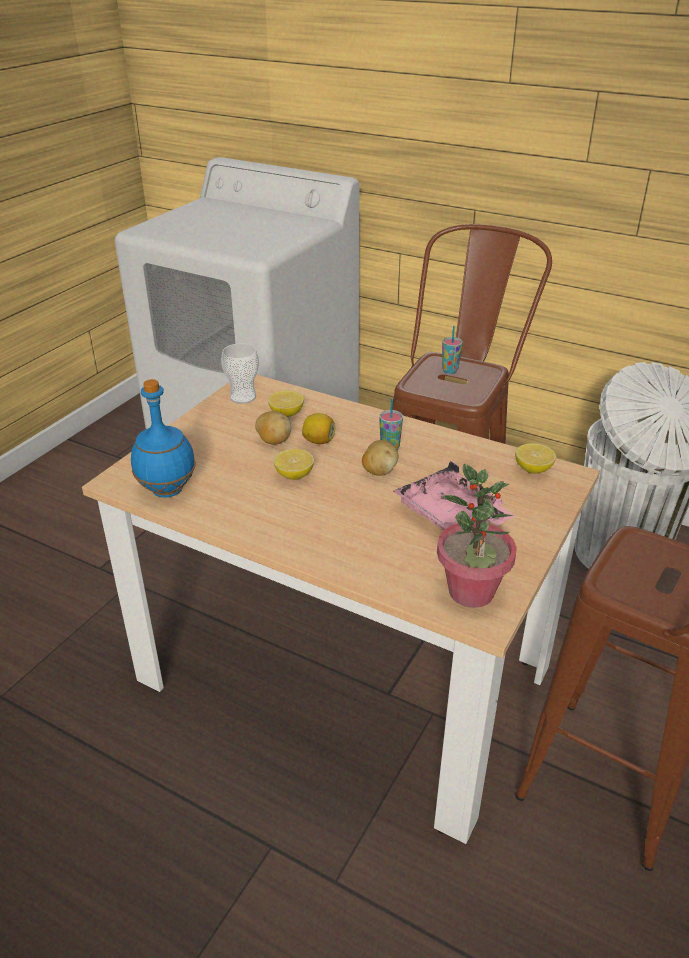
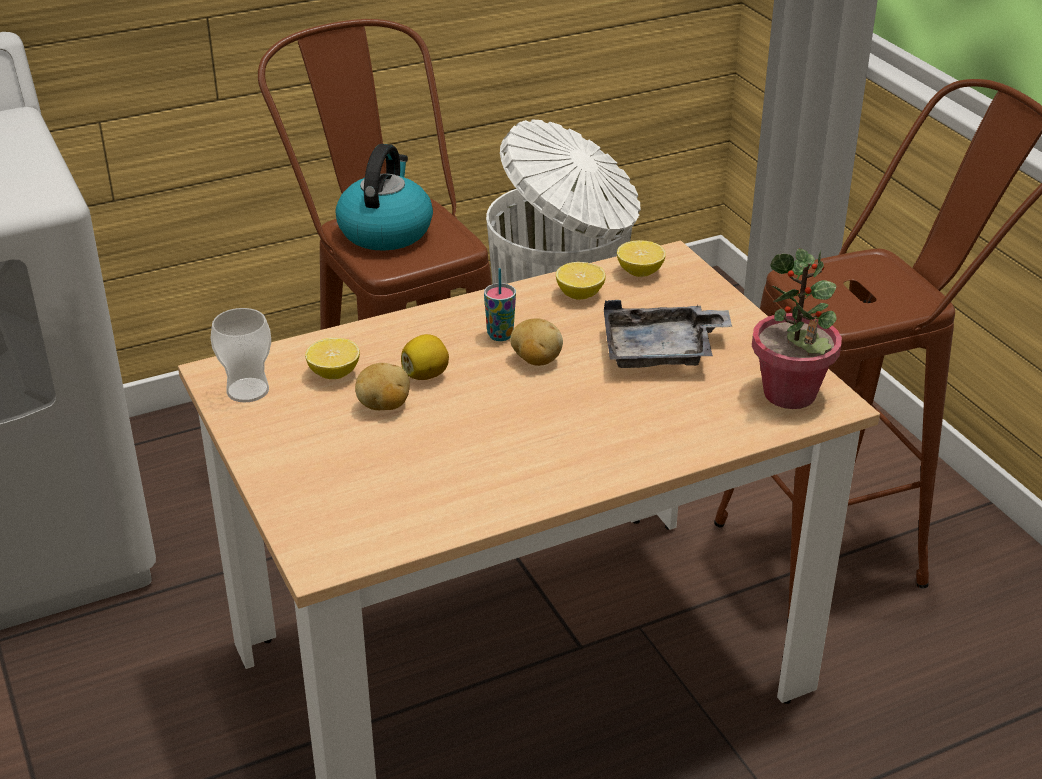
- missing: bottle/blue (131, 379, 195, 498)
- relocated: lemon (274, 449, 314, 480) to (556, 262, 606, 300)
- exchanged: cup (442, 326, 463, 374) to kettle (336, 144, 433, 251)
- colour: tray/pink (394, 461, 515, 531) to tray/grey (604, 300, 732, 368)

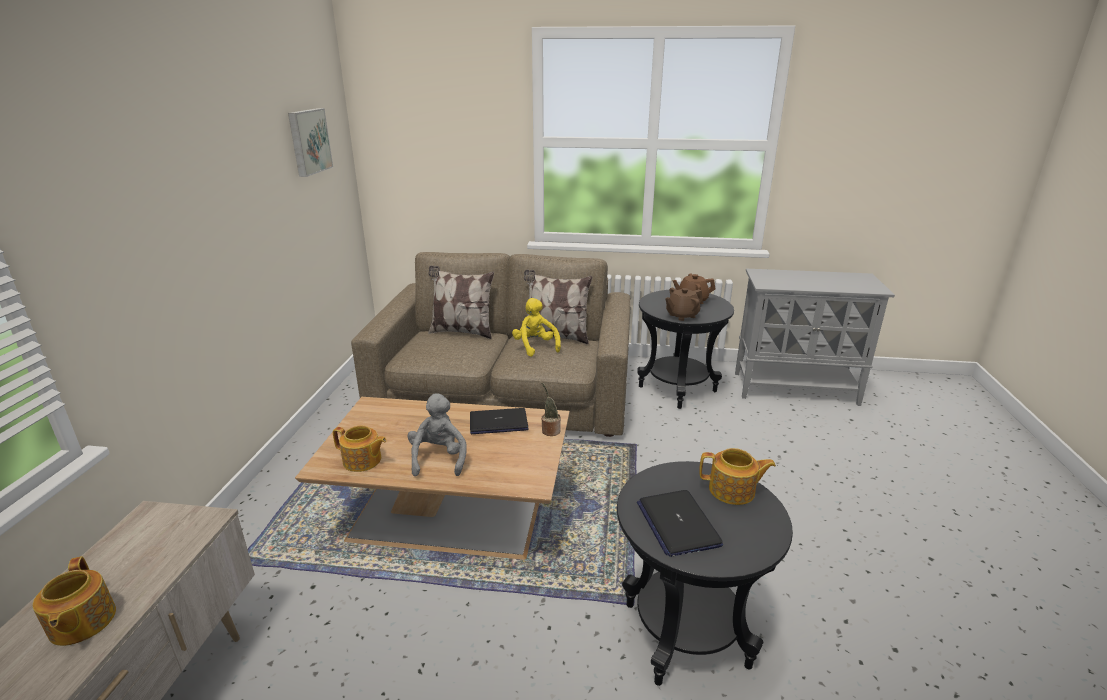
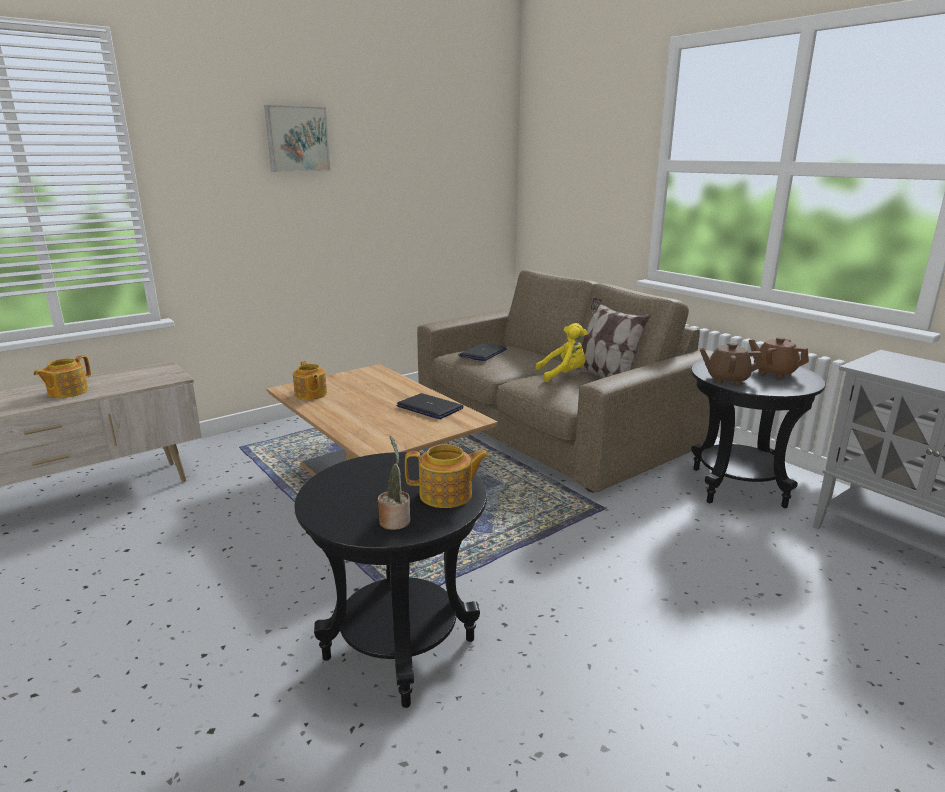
- missing: plush toy/grey (408, 393, 467, 476)
- missing: pillow (428, 266, 494, 339)
- relocated: picture (288, 108, 333, 177) to (264, 105, 330, 172)
- relocated: potted plant (541, 382, 561, 436) to (378, 435, 410, 530)
- relocated: laptop (637, 490, 723, 557) to (458, 343, 507, 361)
- spun: plush toy/yellow (512, 298, 561, 357) = (535, 323, 588, 382) 60 degrees clockwise
- spun: teapot (699, 448, 776, 505) = (405, 444, 489, 508) 60 degrees counterclockwise

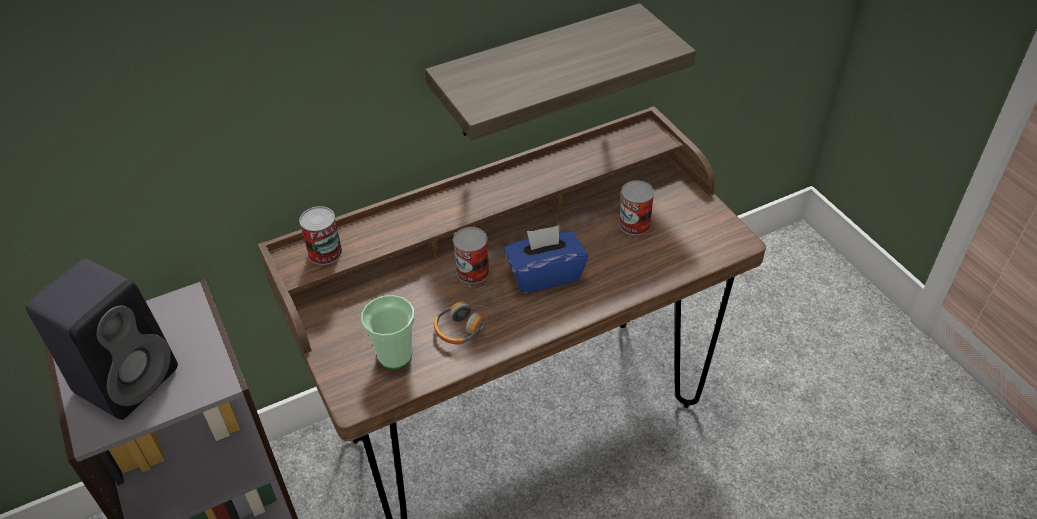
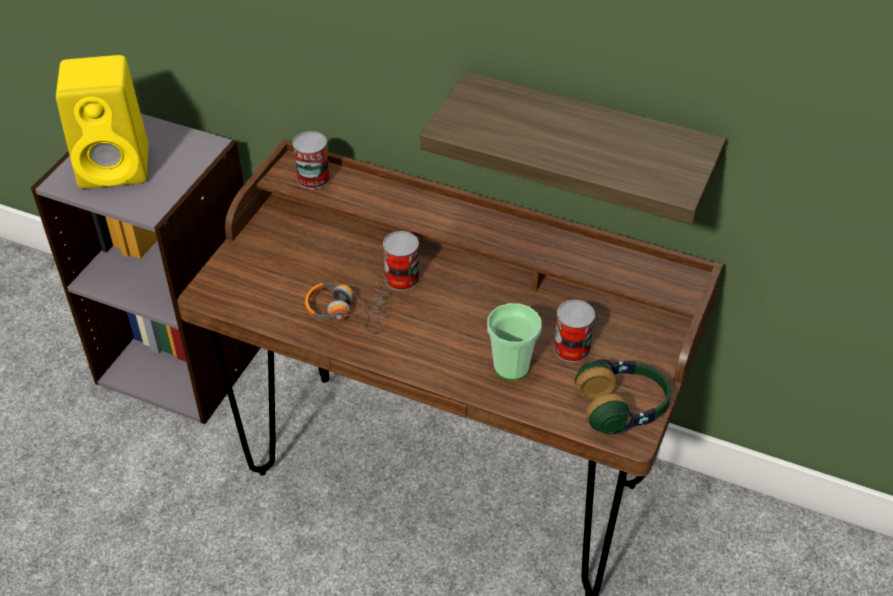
- missing: tissue box/blue (504, 225, 588, 293)
- appeared: headphones (575, 359, 671, 434)
- relocated: cup (361, 295, 415, 369) to (487, 303, 542, 380)
- colour: speaker/black (26, 258, 178, 420) to speaker/yellow (56, 55, 148, 189)

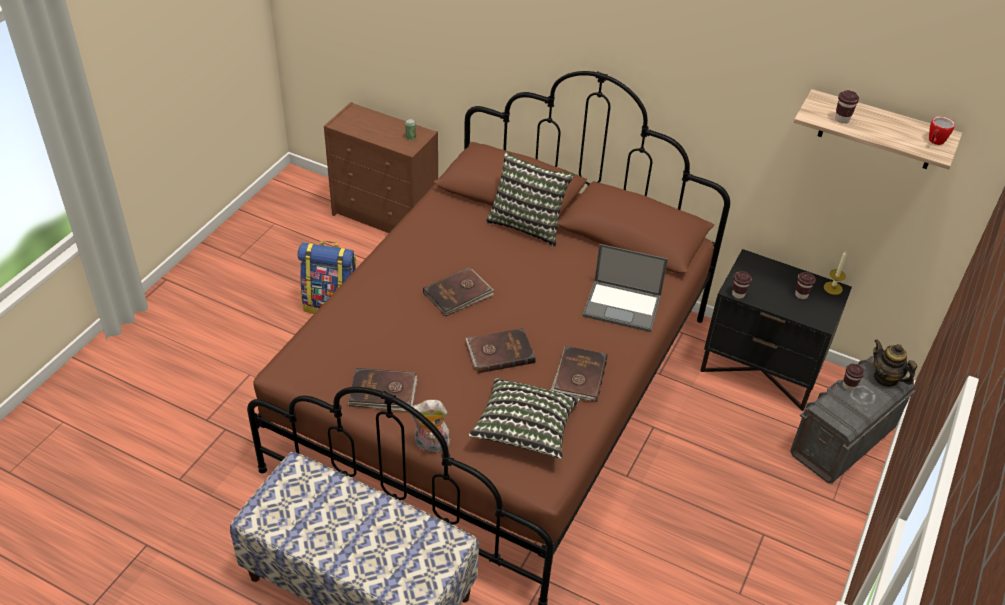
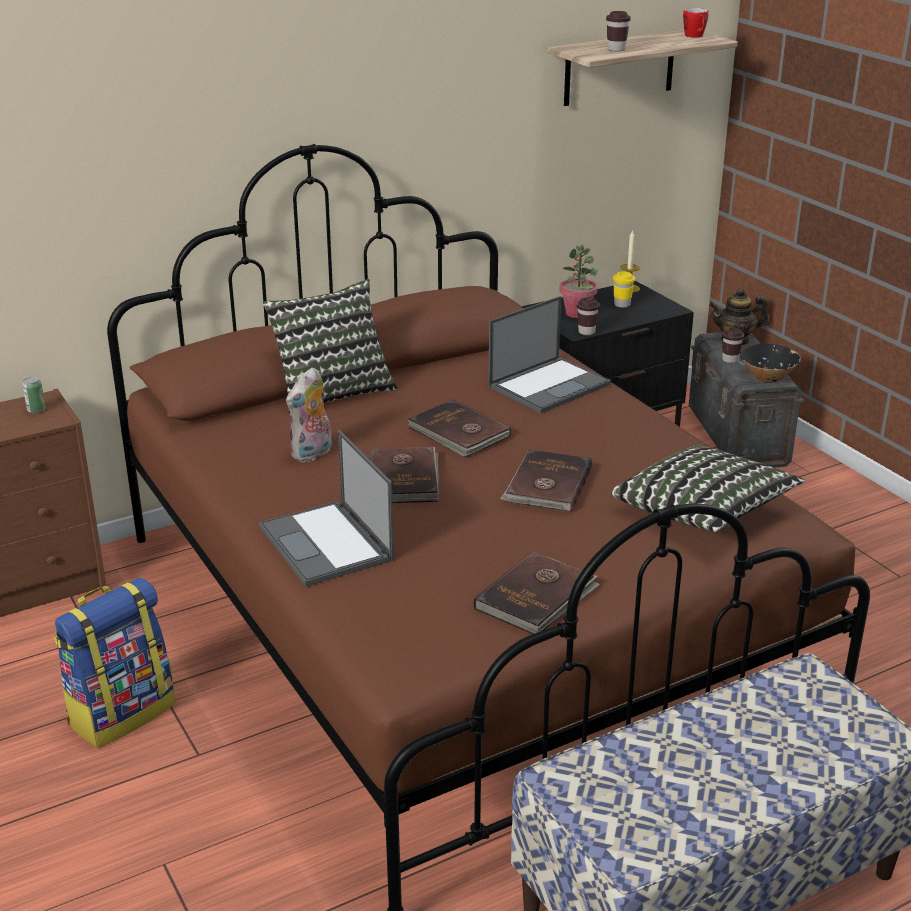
- appeared: laptop (259, 430, 394, 586)
- appeared: potted plant (559, 245, 599, 318)
- appeared: bowl/black (740, 344, 801, 383)
- relocated: plush toy (409, 400, 451, 452) to (286, 367, 332, 462)
- relocated: book/brown (551, 346, 607, 402) to (407, 400, 511, 457)
- colour: cup/brown (795, 272, 816, 299) to cup/yellow (613, 272, 635, 308)

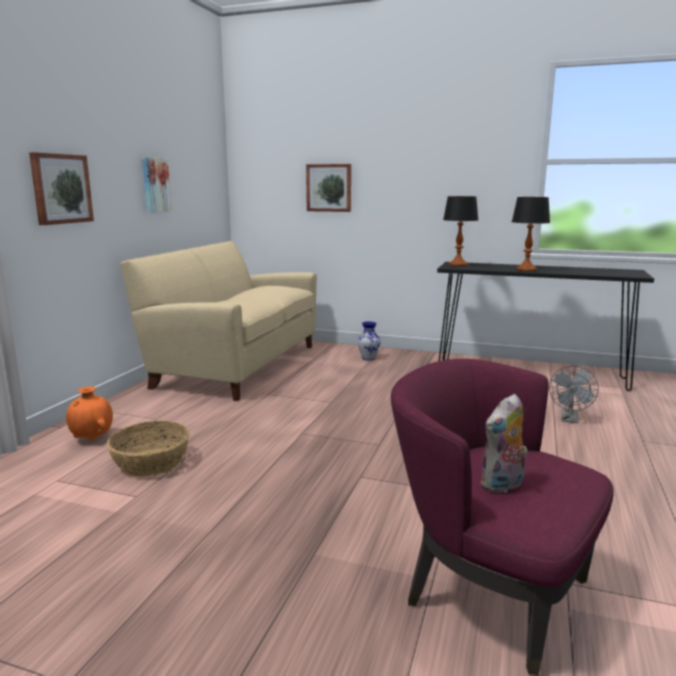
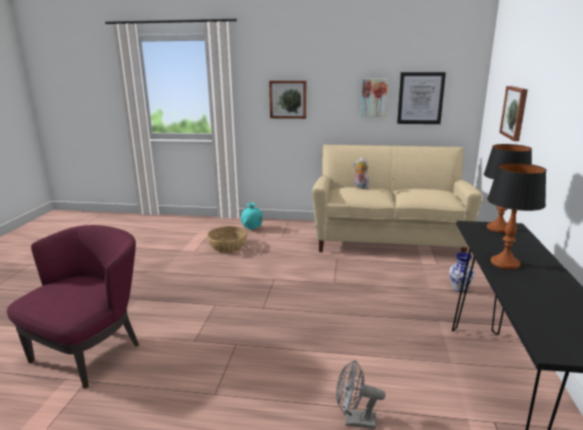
- appeared: picture (397, 72, 446, 124)
- relocated: plush toy (480, 394, 528, 494) to (354, 158, 371, 189)
- colour: vase/orange (66, 387, 113, 440) to vase/turquoise (241, 203, 263, 230)

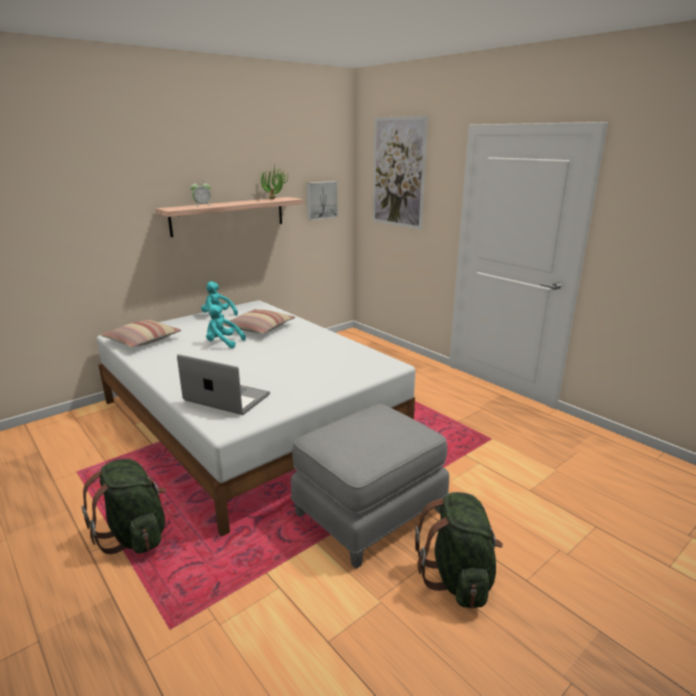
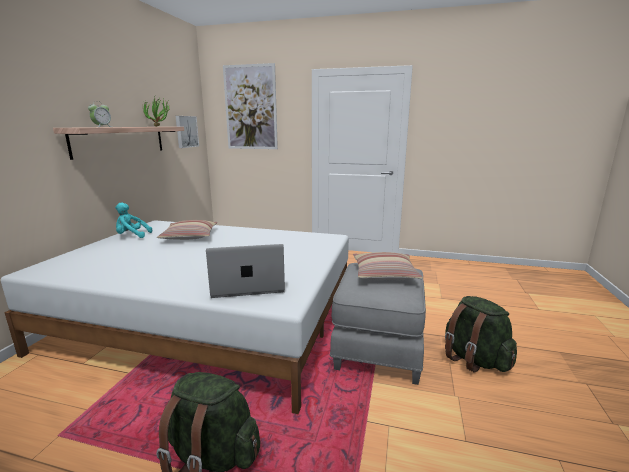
- missing: plush toy/turquoise (206, 304, 246, 348)
- relocated: pillow (100, 319, 182, 348) to (353, 252, 423, 280)

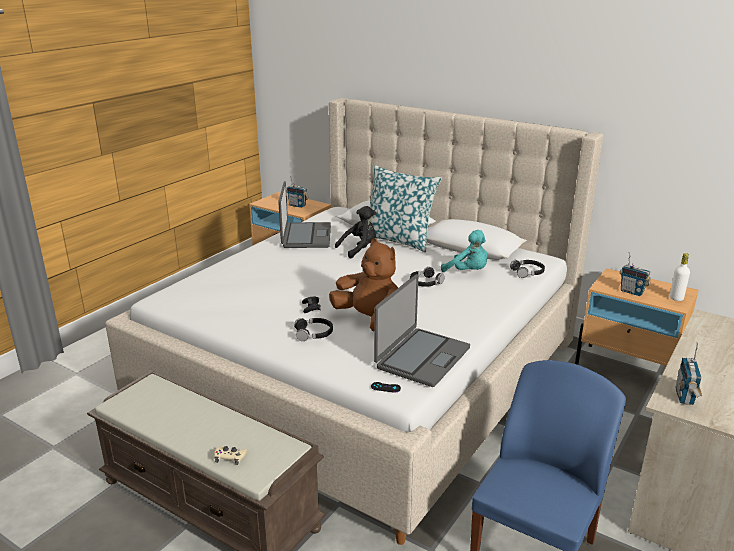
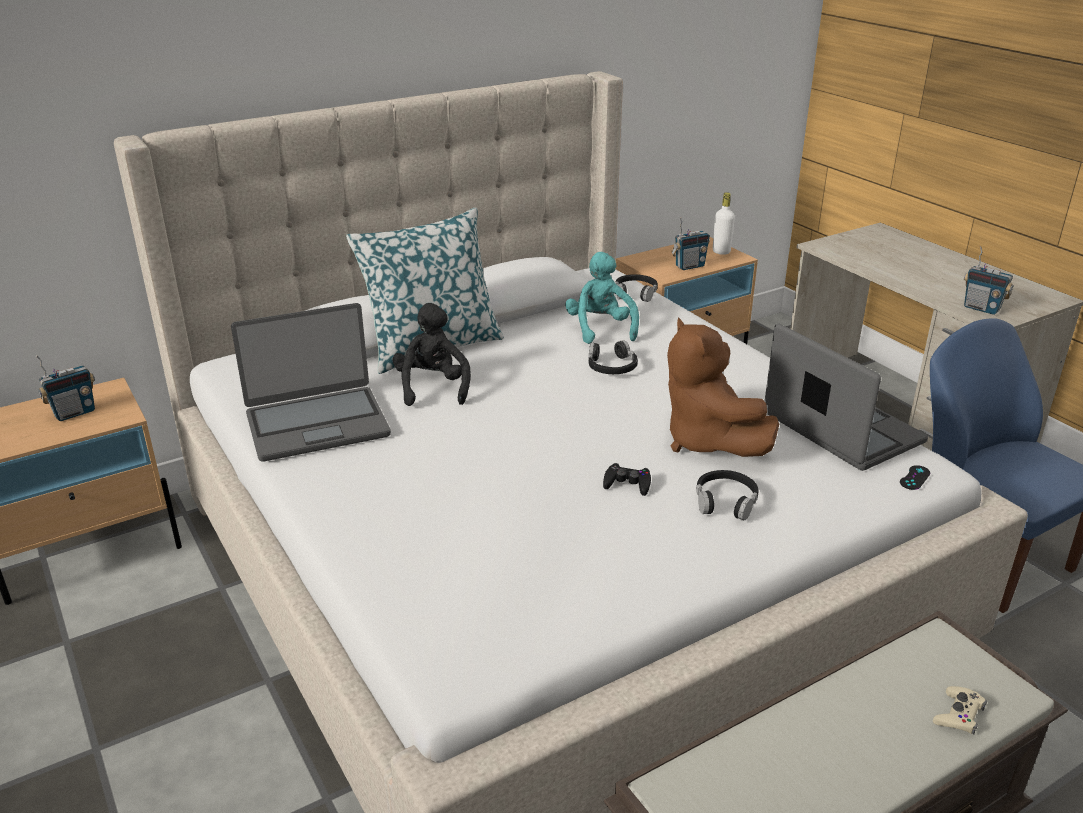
- spun: laptop (278, 181, 331, 248) = (231, 303, 391, 462) 135 degrees clockwise
- spun: plush toy/brown (329, 238, 398, 331) = (667, 317, 779, 457) 90 degrees counterclockwise
- spun: plush toy/turquoise (441, 230, 488, 272) = (565, 252, 639, 344) 75 degrees counterclockwise

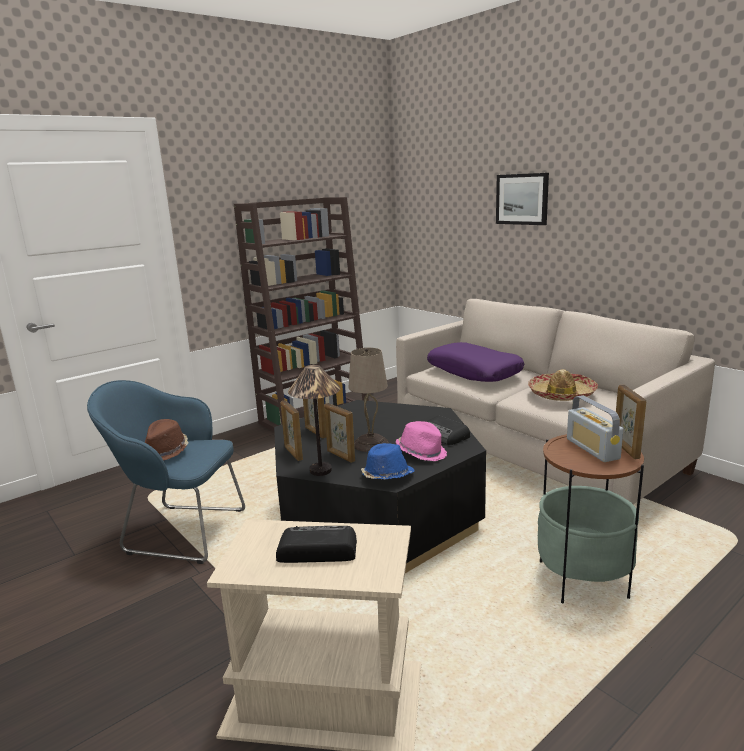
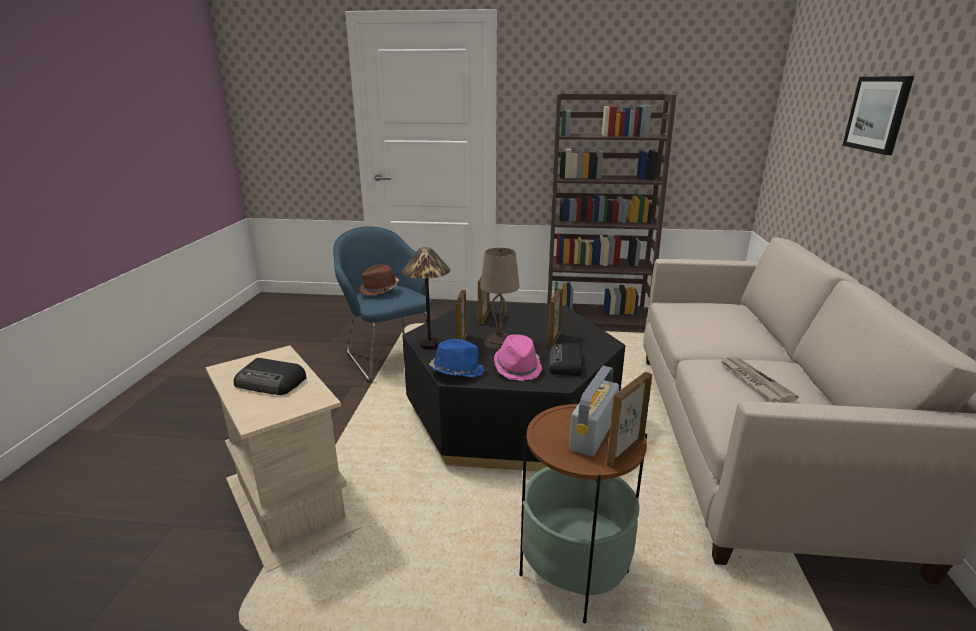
- missing: pillow/purple (427, 342, 524, 382)
- relocated: picture frame (280, 400, 303, 461) to (548, 289, 563, 347)
- exchanged: hat (528, 369, 598, 401) to newspaper (720, 357, 799, 403)
- spun: radio (276, 526, 357, 563) = (234, 358, 307, 395) 150 degrees clockwise

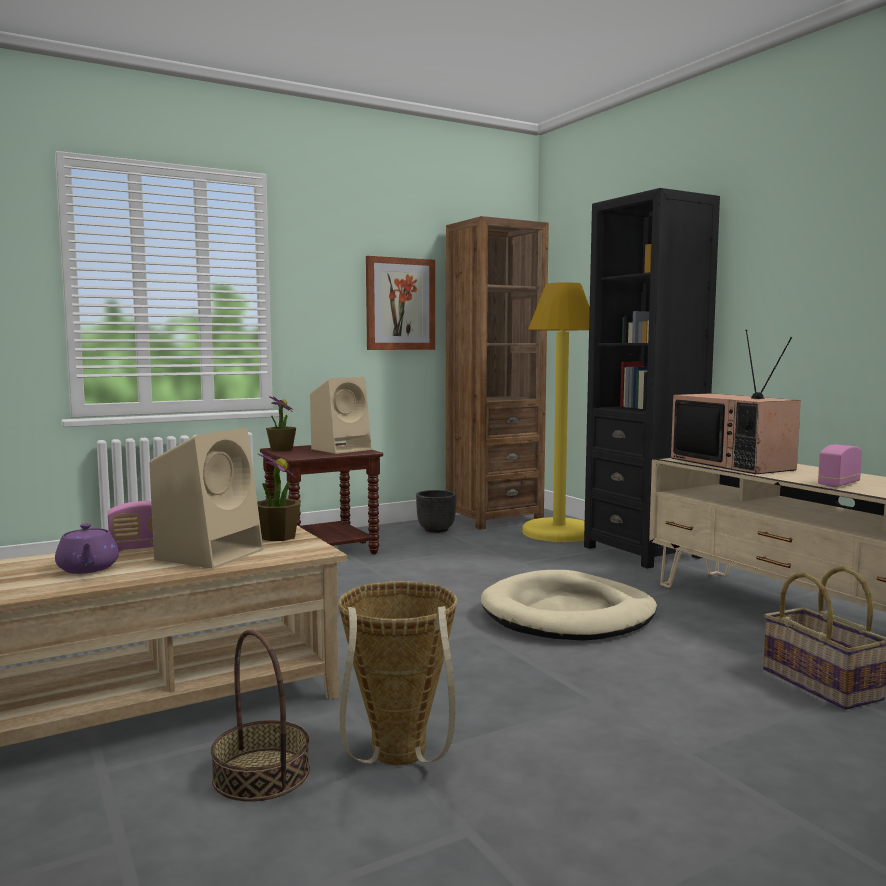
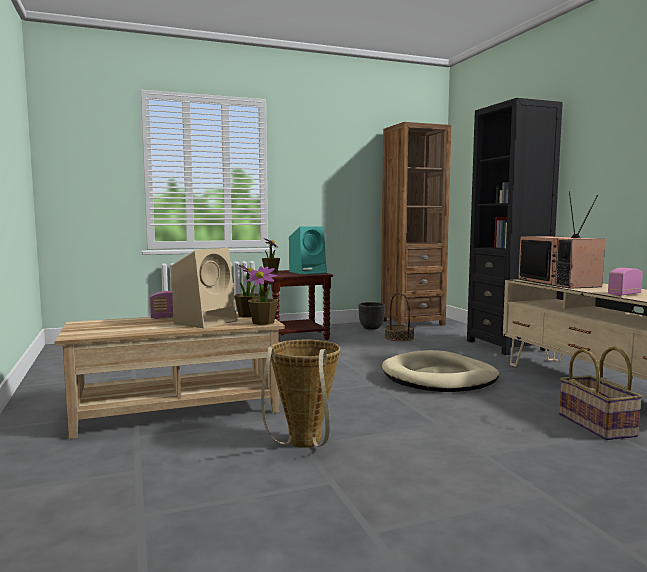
- missing: teapot/purple (55, 523, 119, 574)
- missing: picture (366, 256, 435, 350)
- missing: floor lamp/yellow (522, 282, 590, 542)
- appeared: potted plant (247, 266, 278, 325)
- relocated: basket (211, 629, 310, 802) to (385, 293, 414, 341)
- colour: speaker/beige (310, 377, 372, 454) to speaker/turquoise (289, 226, 327, 275)

